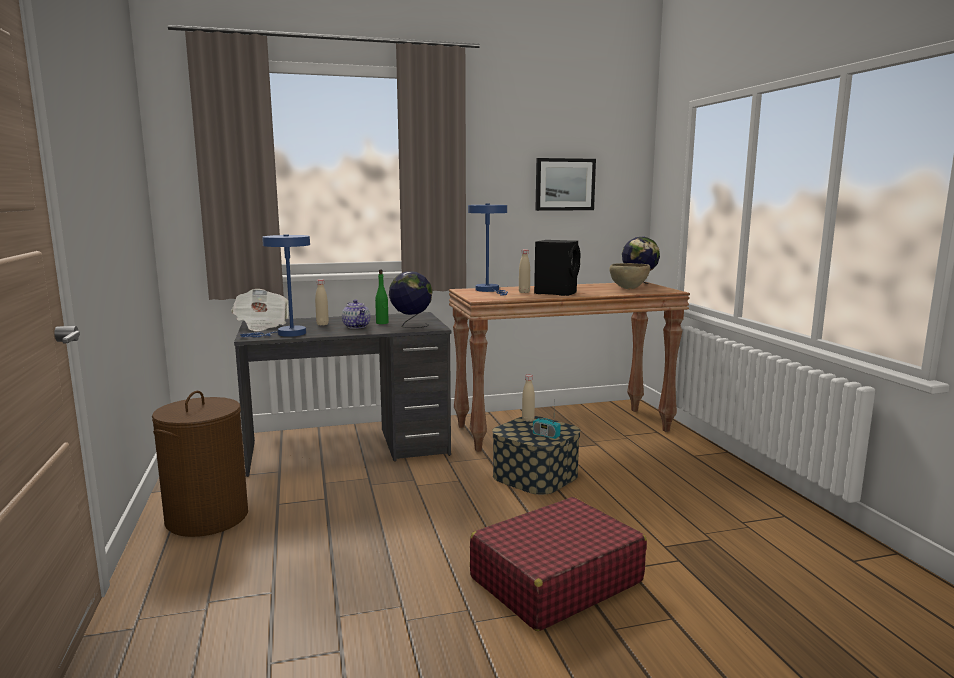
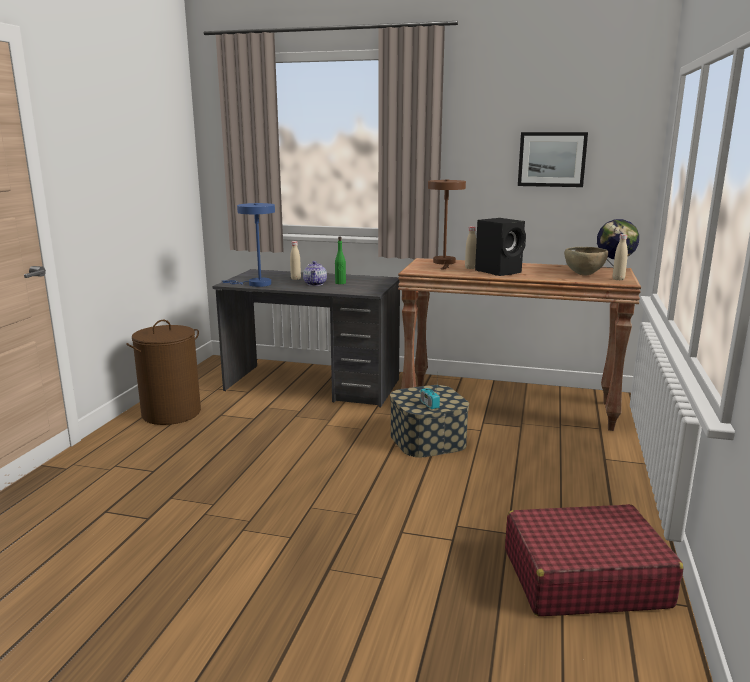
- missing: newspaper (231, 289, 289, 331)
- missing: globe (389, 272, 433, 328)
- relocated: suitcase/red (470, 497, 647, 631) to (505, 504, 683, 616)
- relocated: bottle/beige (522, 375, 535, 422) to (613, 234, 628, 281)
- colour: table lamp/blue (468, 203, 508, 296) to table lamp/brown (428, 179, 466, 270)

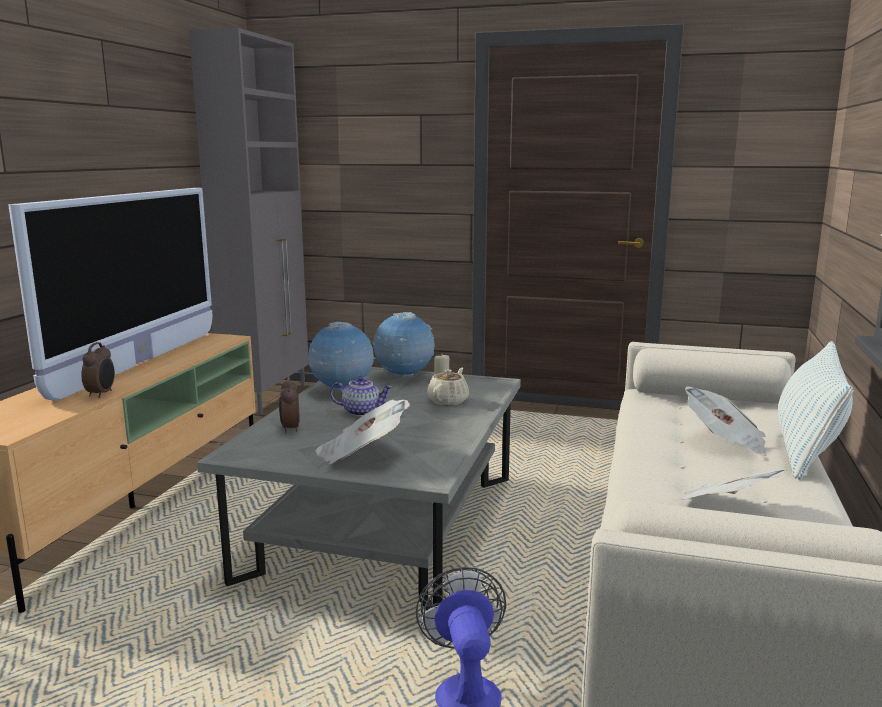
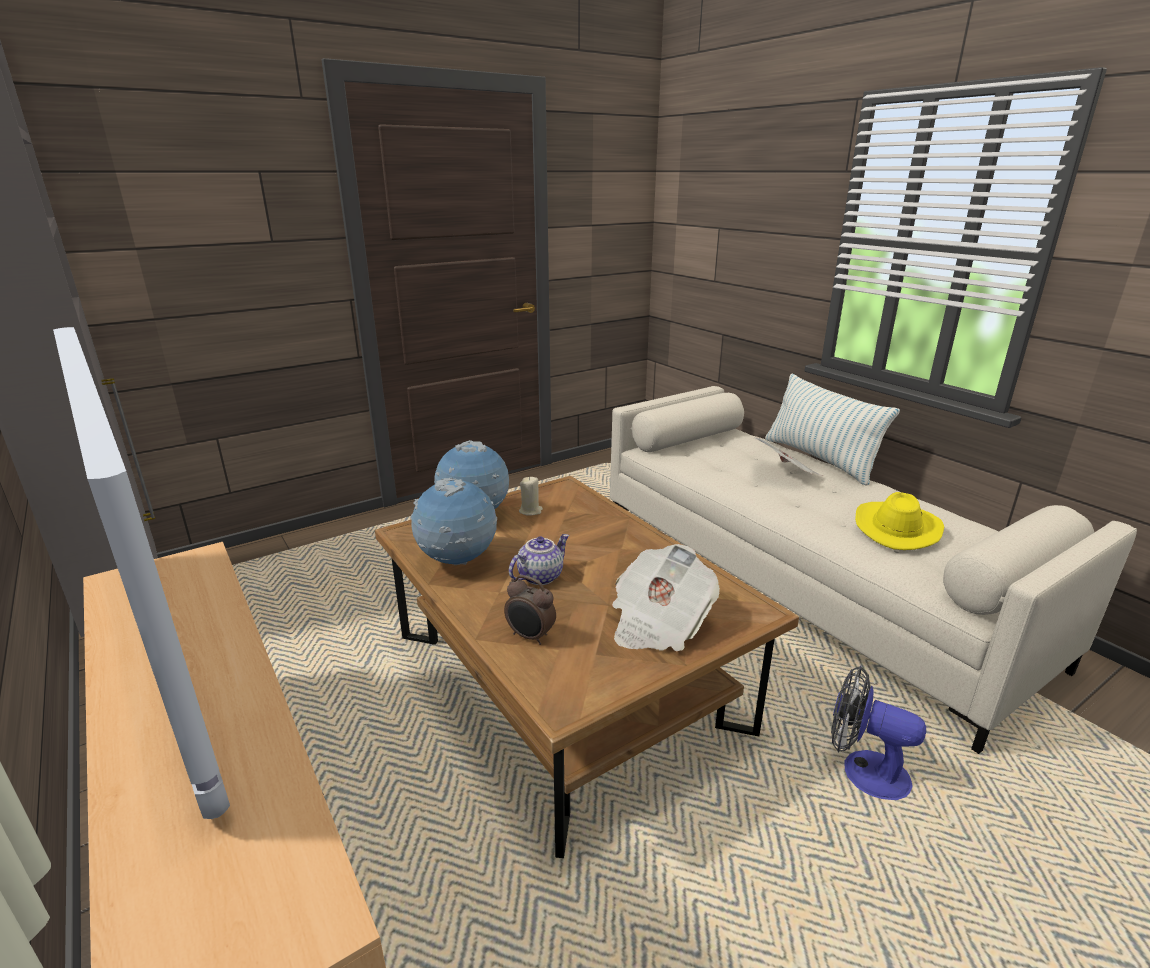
- missing: alarm clock (81, 342, 115, 398)
- missing: teapot/beige (427, 368, 469, 406)
- exchanged: newspaper (674, 467, 787, 501) to hat/yellow (855, 492, 944, 550)
- colour: coffee table/grey (197, 367, 521, 610) to coffee table/brown (375, 476, 799, 858)

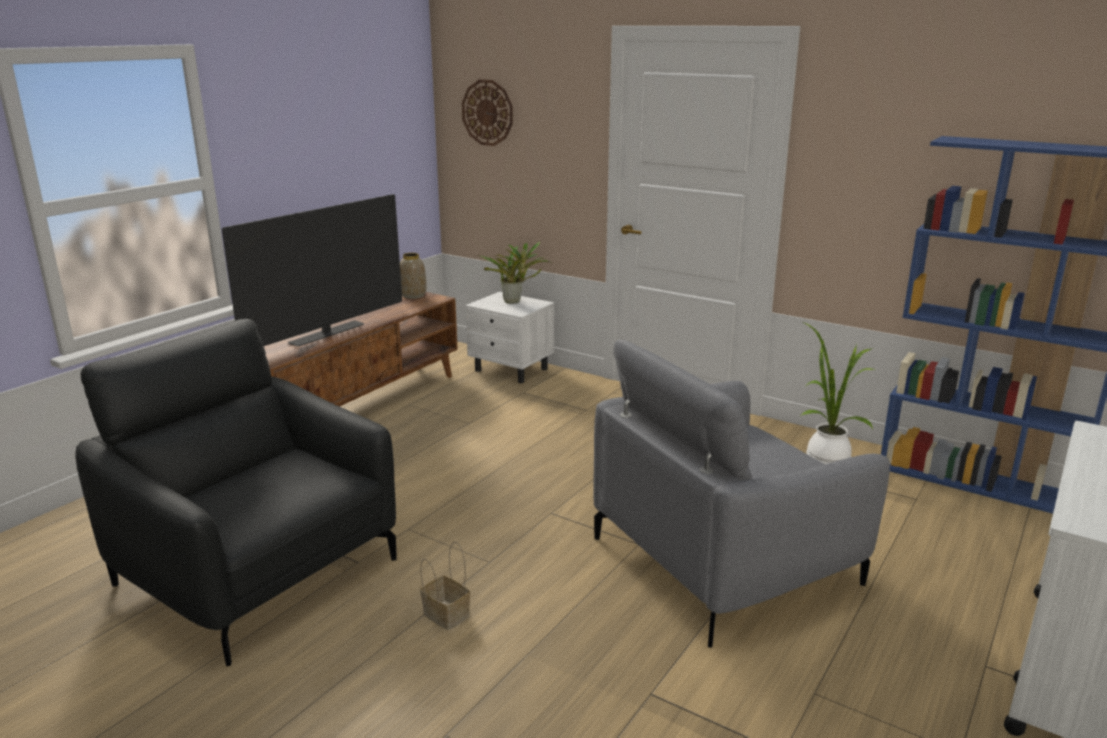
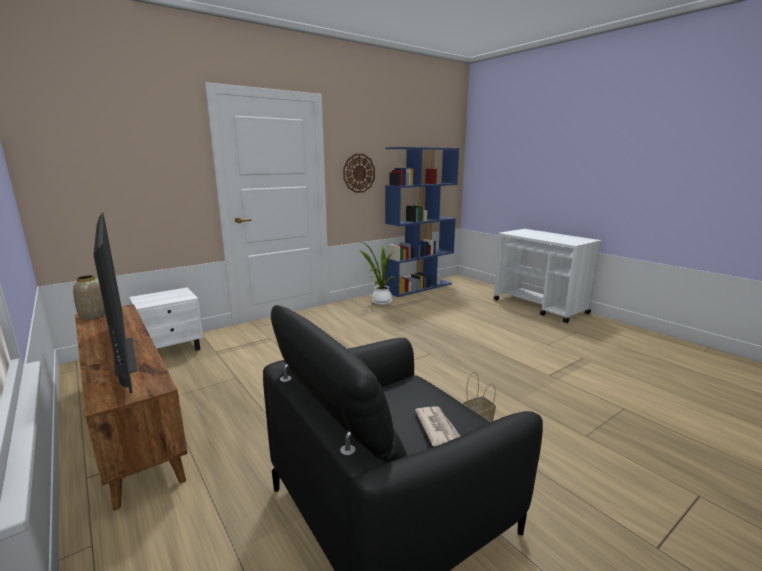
- missing: potted plant (477, 242, 552, 304)
- missing: armchair/grey (594, 340, 890, 648)
- appeared: newspaper (415, 406, 460, 446)
- relocated: wall clock (462, 80, 513, 146) to (343, 154, 375, 193)

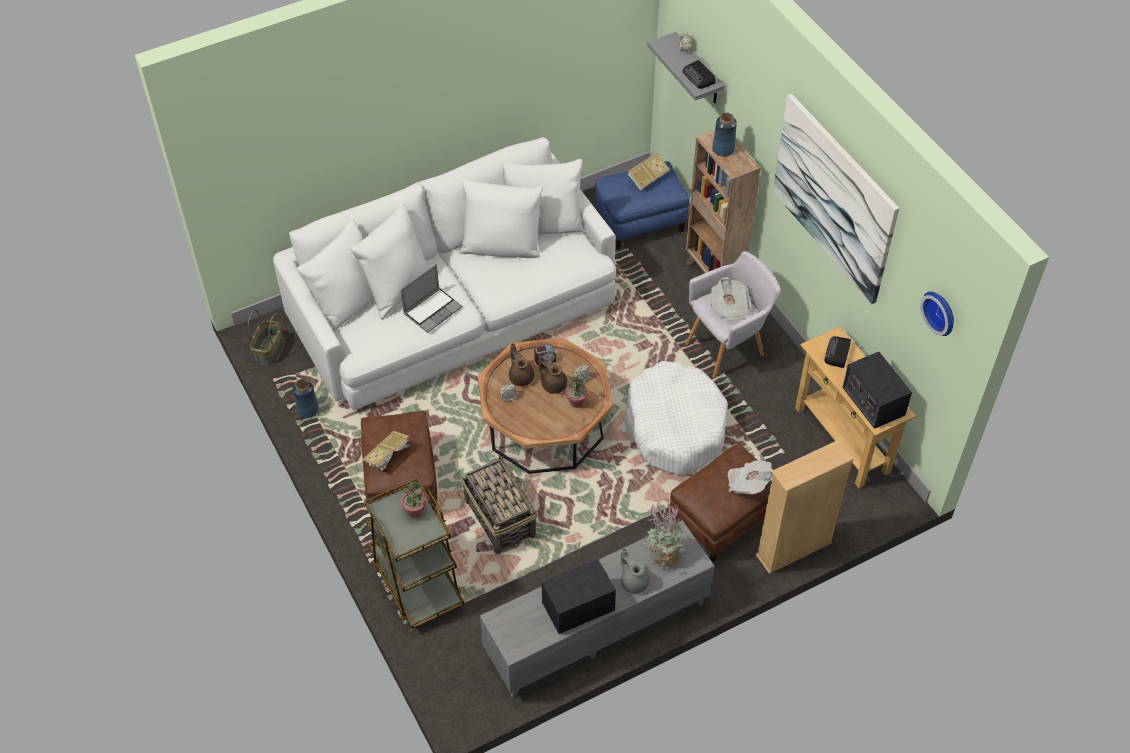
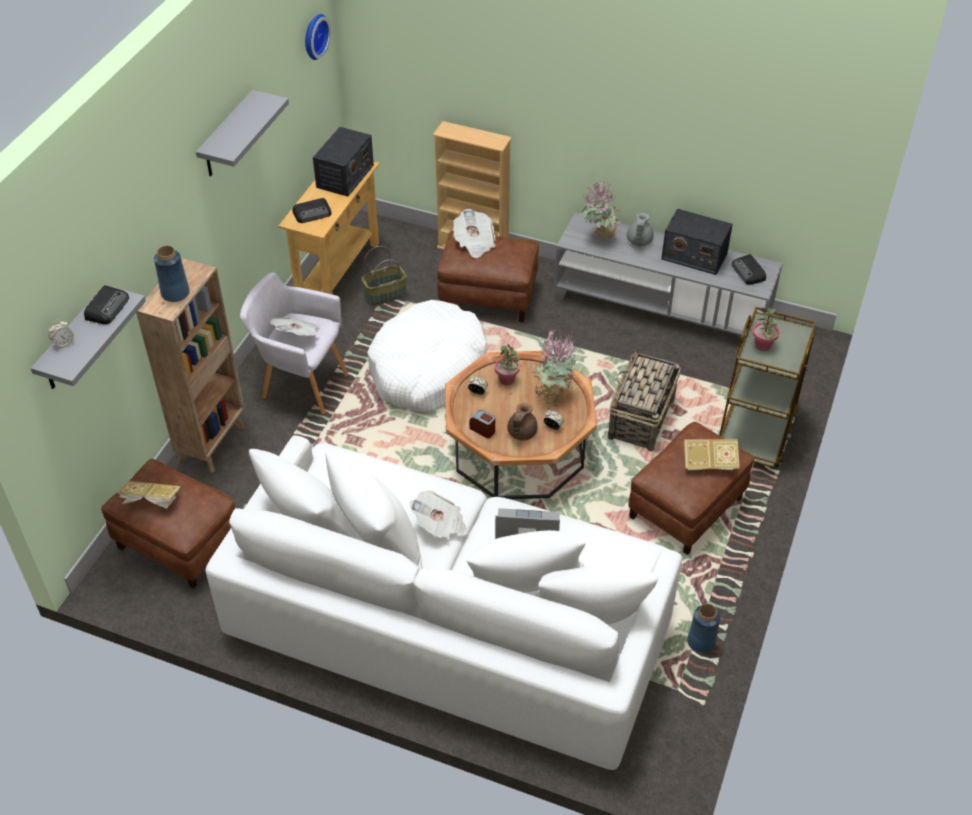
- missing: teapot/brown (538, 354, 567, 394)
- appeared: newspaper (410, 491, 468, 538)
- appeared: potted plant (532, 328, 577, 406)
- appeared: radio (732, 254, 766, 285)
- relocated: basket (248, 309, 284, 366) to (362, 246, 407, 306)
- exchanged: picture (773, 94, 899, 304) to shelf/grey (196, 90, 289, 176)
- colour: ottoman/blue (594, 161, 690, 249) to ottoman/brown (101, 459, 235, 589)

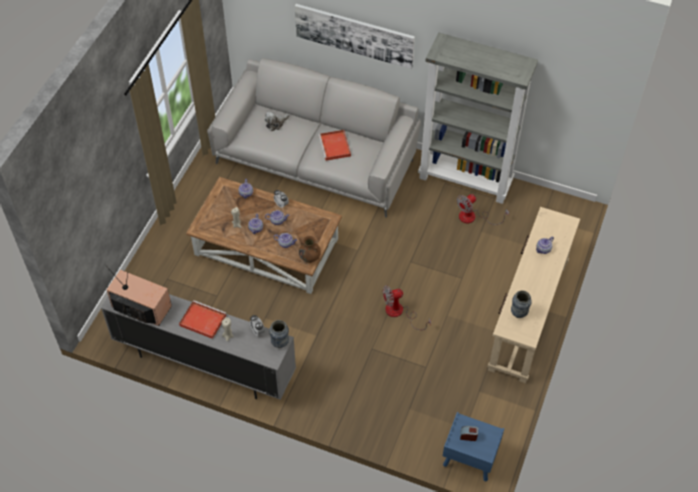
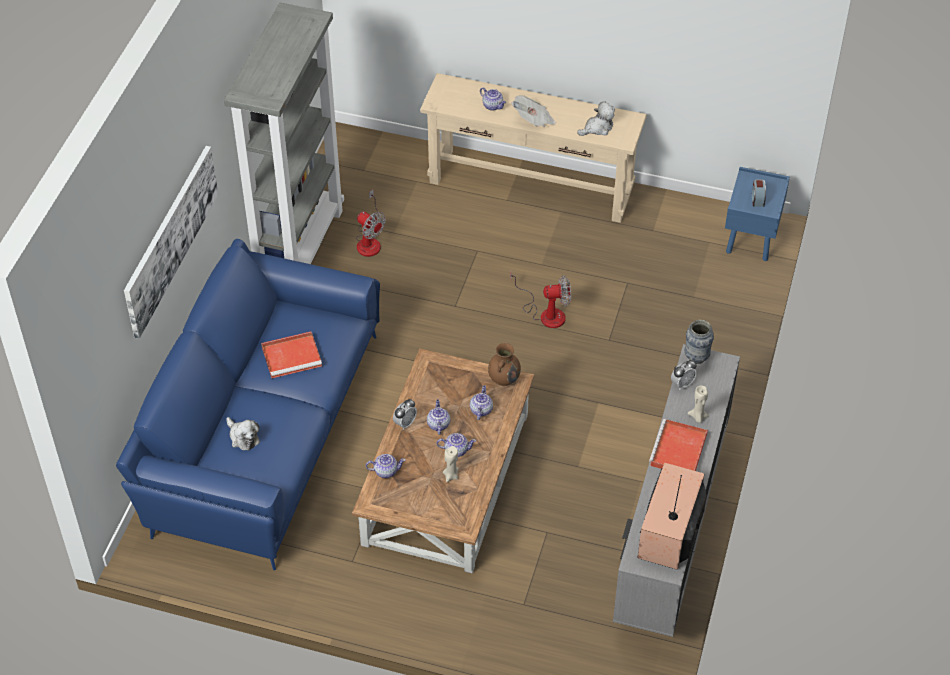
- appeared: newspaper (511, 95, 556, 127)
- exchanged: vase (511, 291, 532, 318) to plush toy (577, 101, 615, 136)
- colour: sofa/grey (207, 58, 421, 217) to sofa/blue (116, 239, 380, 570)
- spun: fan (383, 285, 431, 330) = (510, 270, 571, 328) 75 degrees counterclockwise

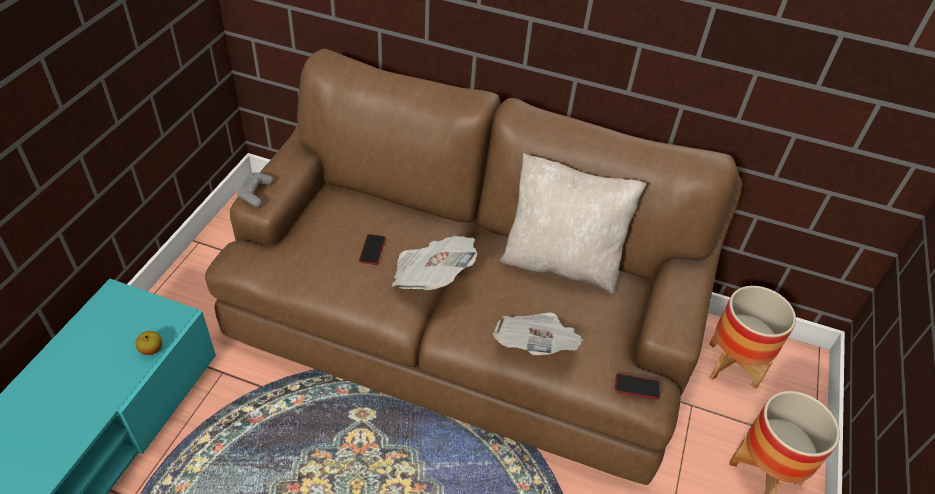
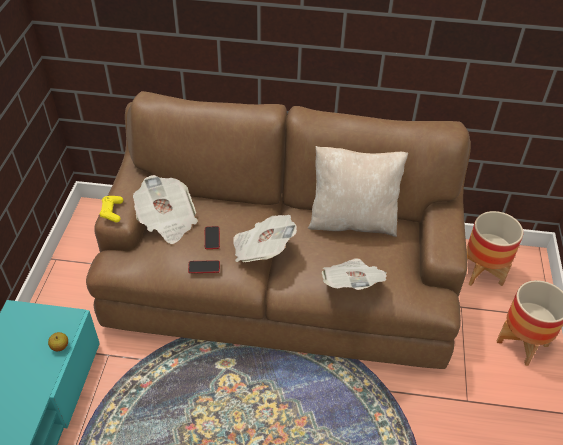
- appeared: newspaper (133, 175, 198, 244)
- relocated: phone (615, 374, 660, 399) to (188, 260, 220, 273)
- colour: game controller/grey (237, 172, 274, 207) to game controller/yellow (100, 196, 123, 222)

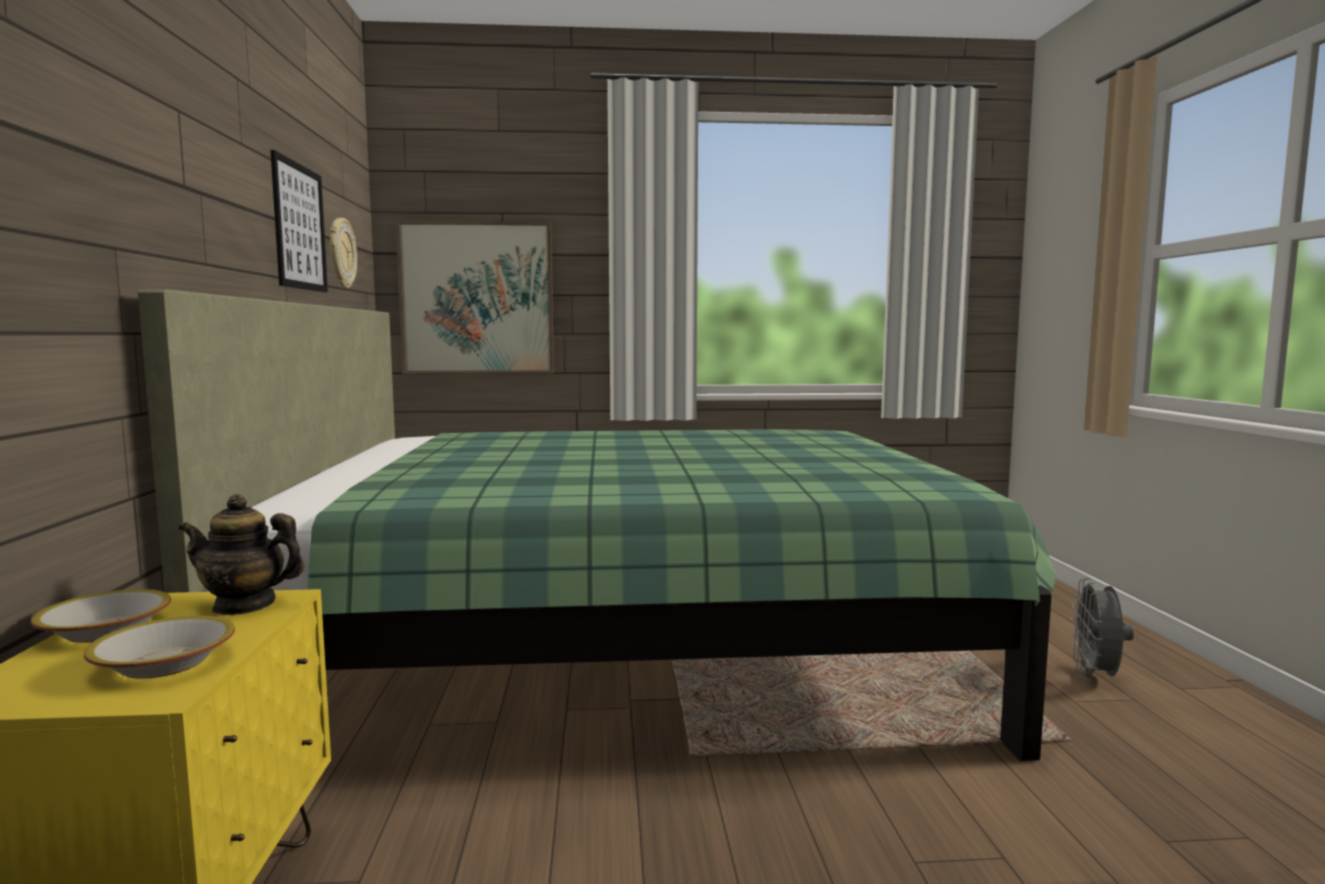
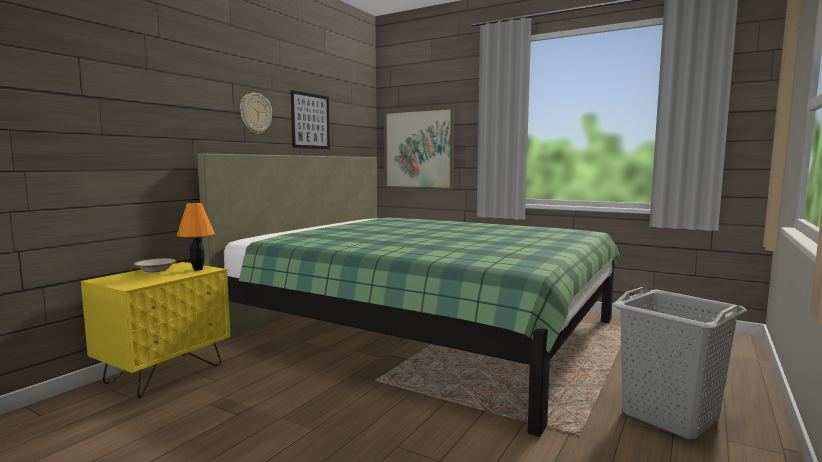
- missing: bowl (84, 616, 235, 679)
- relocated: wall clock (330, 218, 357, 289) to (240, 93, 272, 134)
- exchanged: teapot (178, 494, 305, 615) to table lamp/orange (177, 203, 215, 271)
- exchanged: fan/grey (1070, 578, 1134, 681) to laundry basket/grey (613, 287, 747, 439)

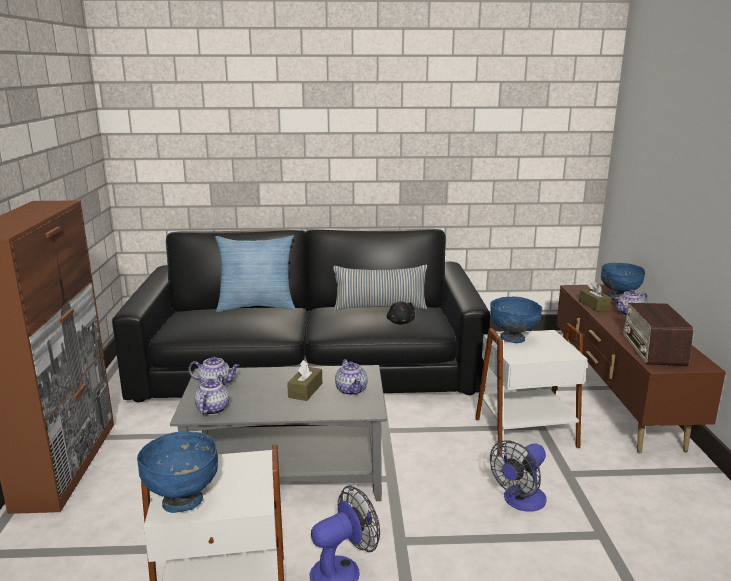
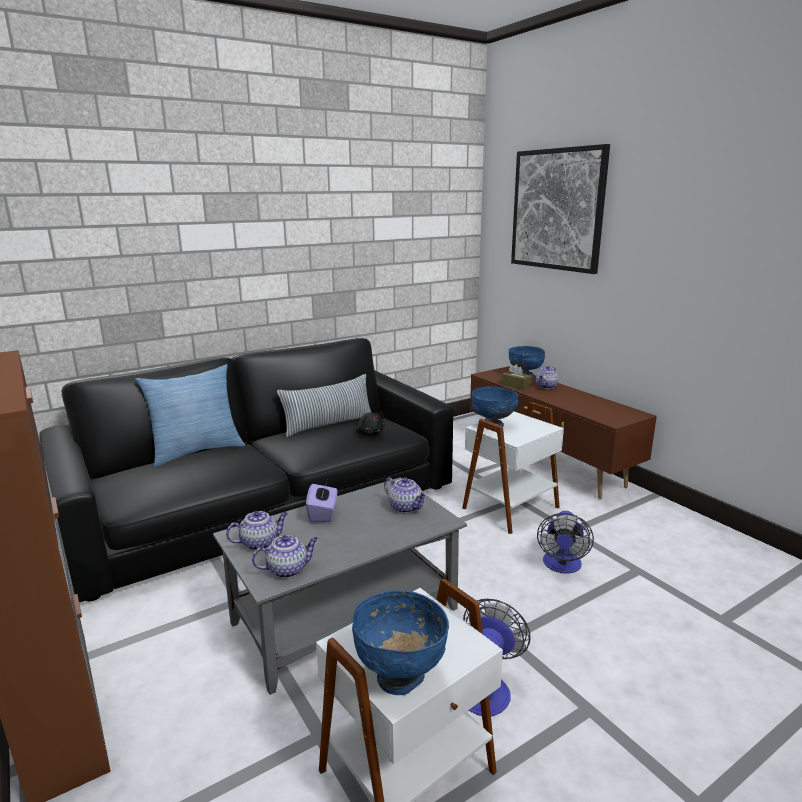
- missing: tissue box/brown (287, 360, 322, 401)
- missing: radio (623, 303, 693, 366)
- appeared: tissue box/purple (306, 482, 337, 522)
- appeared: picture (511, 144, 610, 274)
- spun: teapot (194, 375, 229, 415) = (252, 535, 318, 578) 90 degrees clockwise

